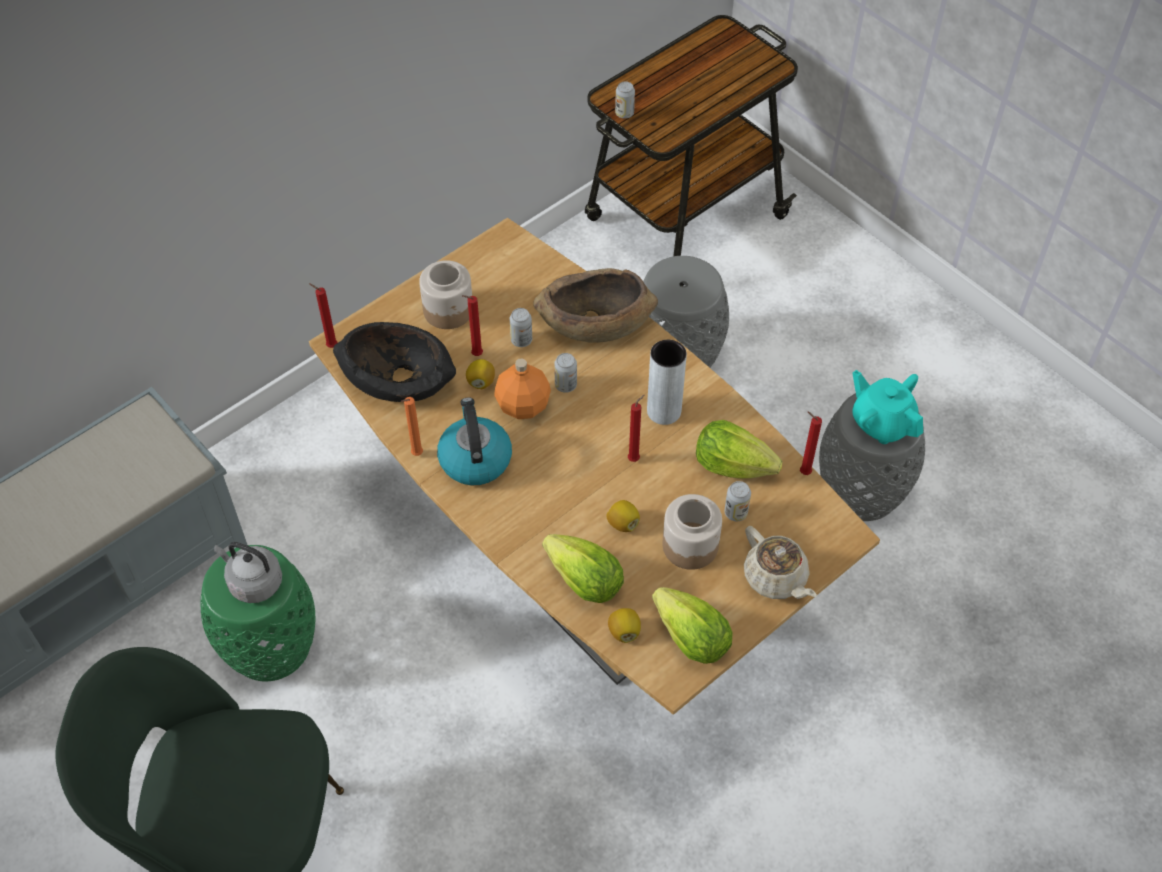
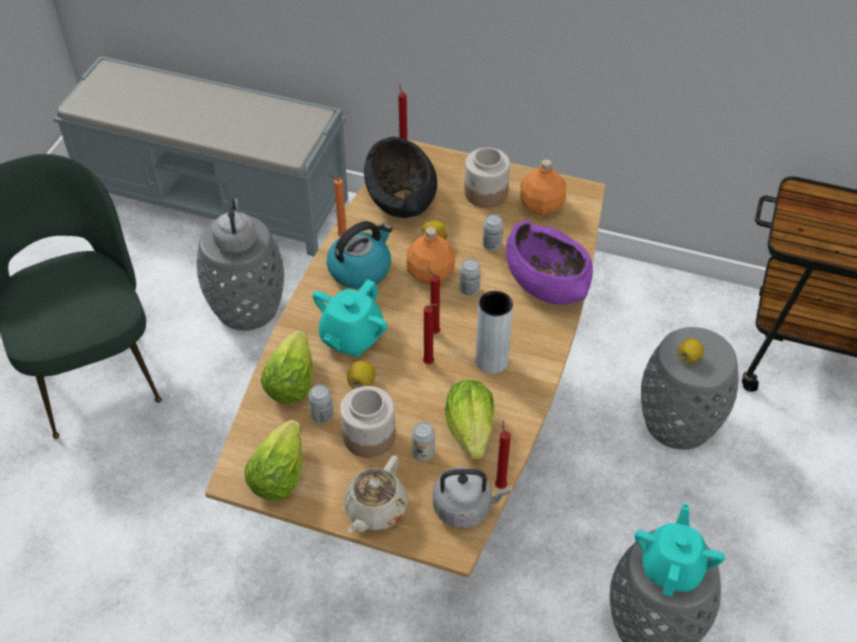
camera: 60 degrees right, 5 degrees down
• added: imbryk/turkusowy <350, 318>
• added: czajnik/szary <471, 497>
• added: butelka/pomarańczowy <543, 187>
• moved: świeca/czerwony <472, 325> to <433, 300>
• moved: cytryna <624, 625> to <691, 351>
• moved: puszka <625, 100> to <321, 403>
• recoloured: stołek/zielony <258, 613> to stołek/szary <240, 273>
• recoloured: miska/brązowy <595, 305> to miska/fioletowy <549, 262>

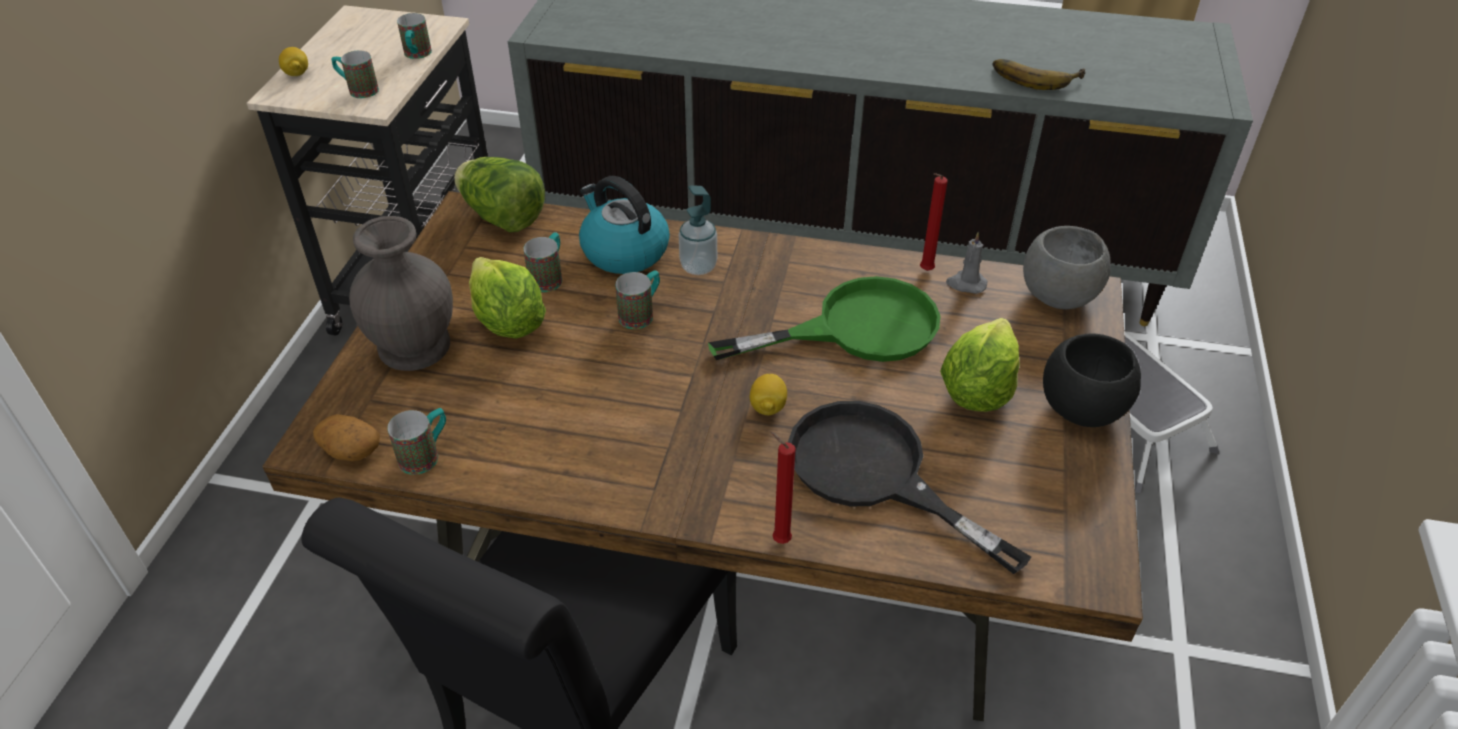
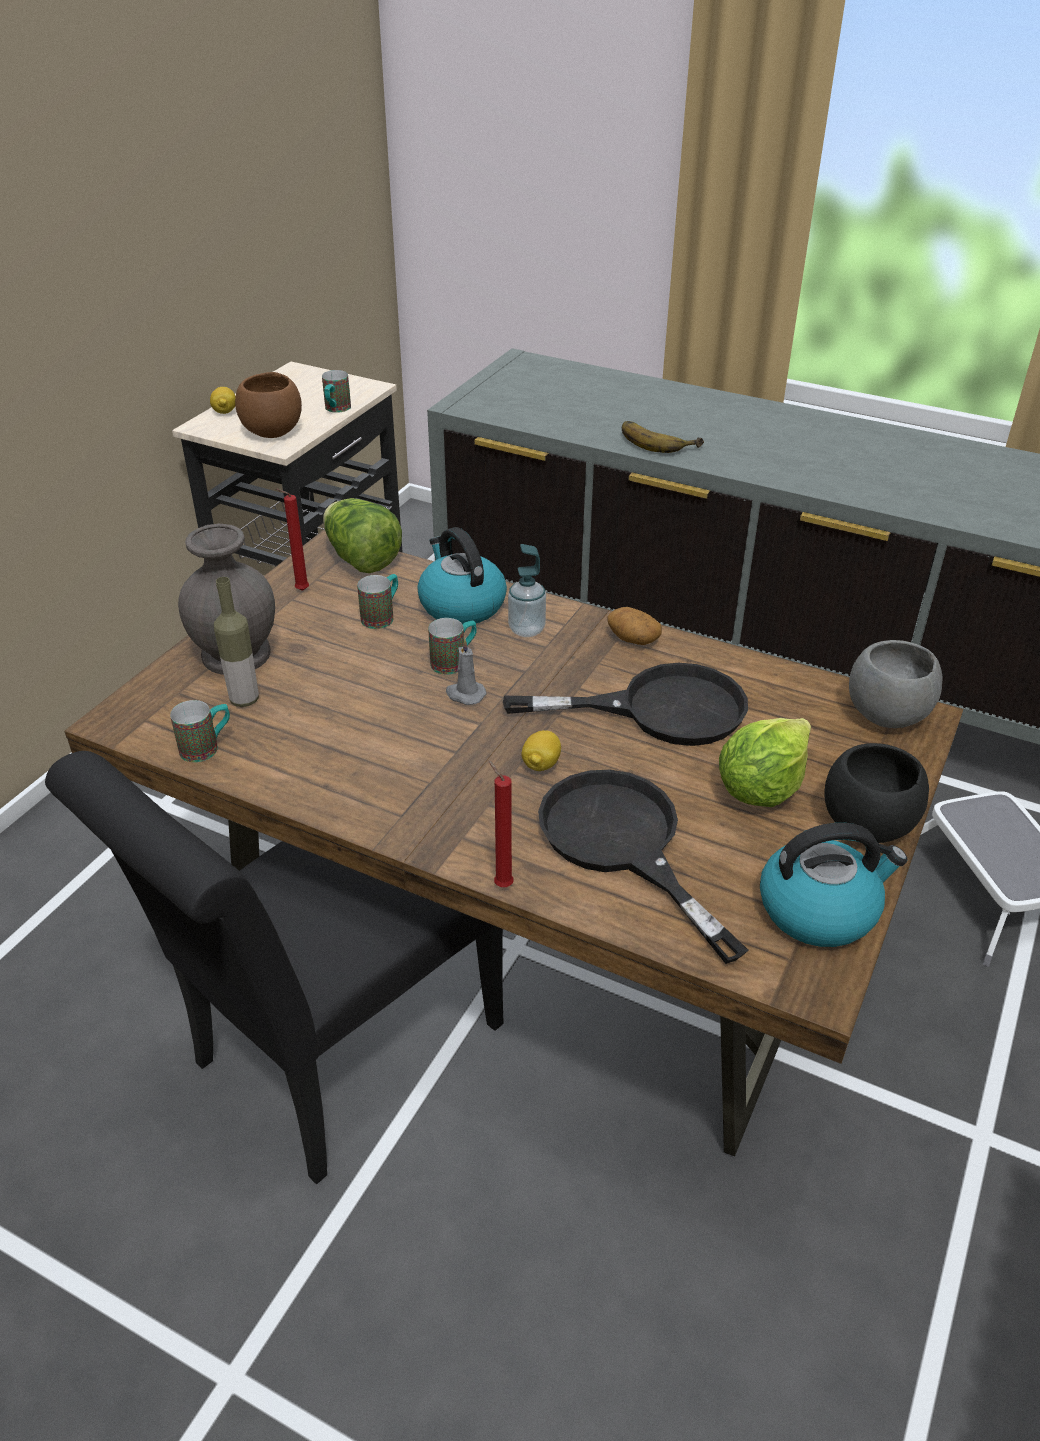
camera: 15 degrees right, 5 degrees down
• removed: sałata <507, 298>
• added: butelka <236, 642>
• added: czajnik <833, 885>
• moved: ziemniak <346, 437> to <634, 626>
• moved: świeca/czerwony <934, 222> to <292, 540>
• moved: świeca/szary <966, 263> to <466, 671>
• moved: banan <1039, 74> to <663, 437>
• replaced: kubek <355, 74> to miska/brązowy <268, 405>
• recoloured: patelnia/zielony <824, 319> to patelnia/czarny <625, 704>

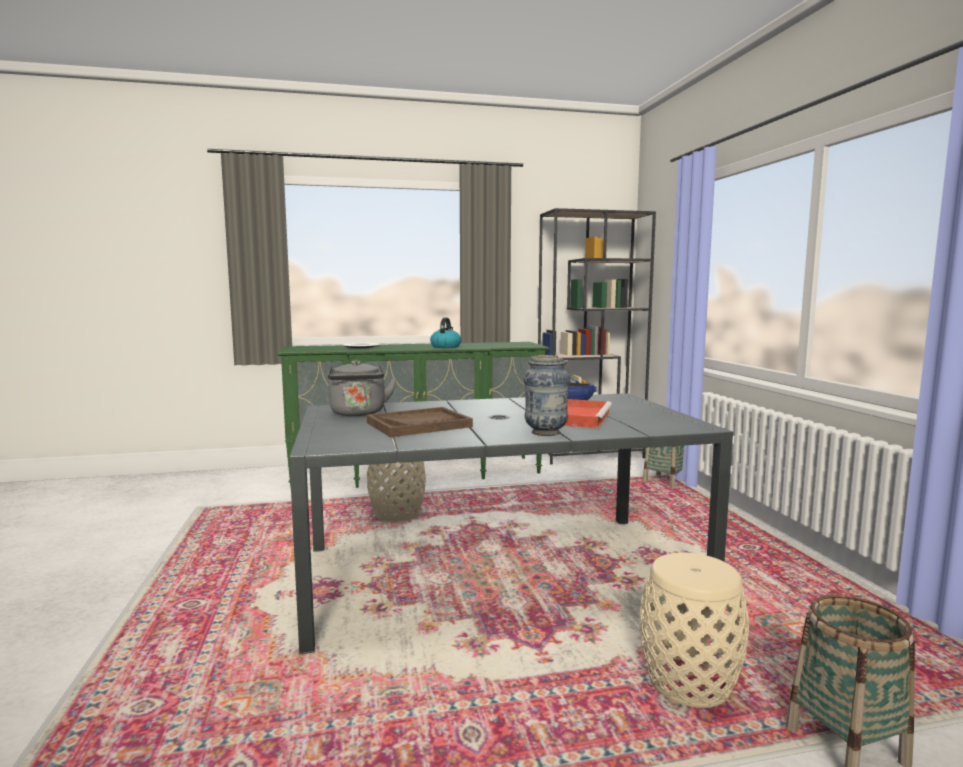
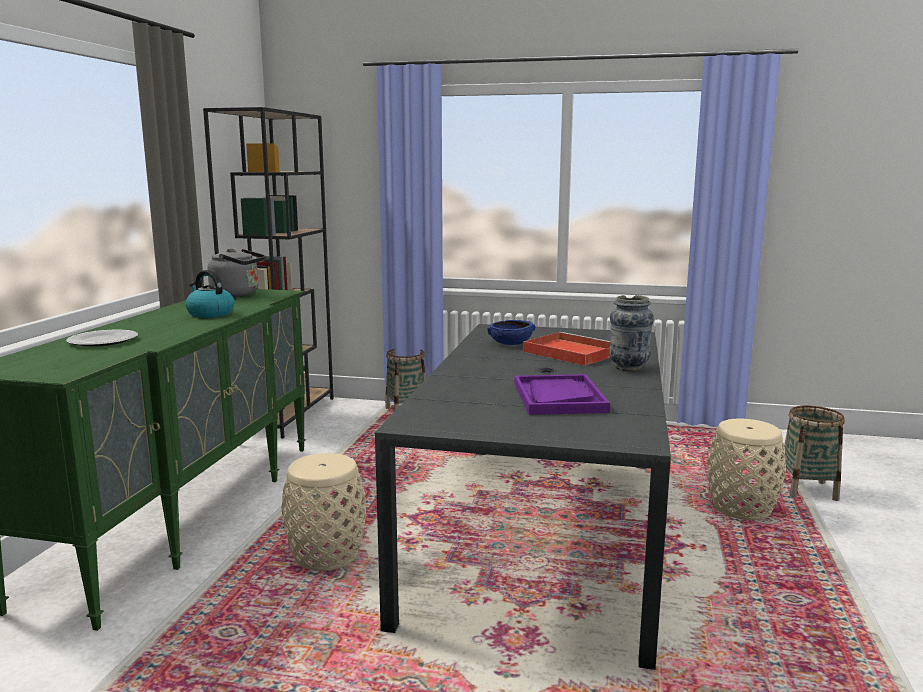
camera: 65 degrees left, 5 degrees up
• moved: czajnik/szary <362, 388> to <236, 272>
• recoloured: taca/brązowy <419, 422> to taca/fioletowy <562, 394>

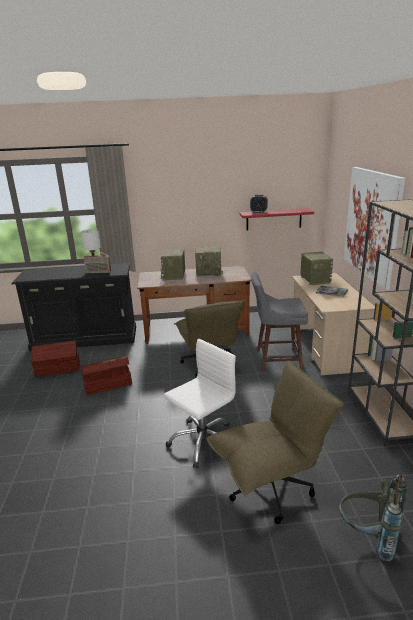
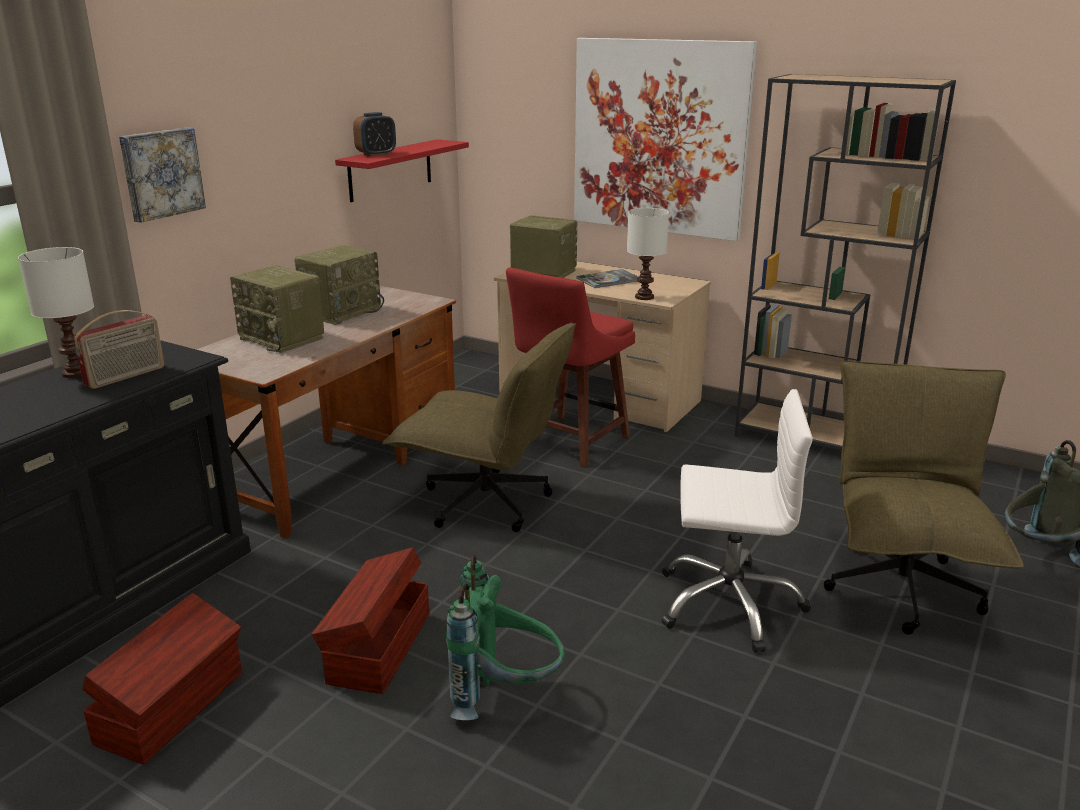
camera: 55 degrees left, 0 degrees up
• added: obraz <162, 175>
• added: plecak/zielony <505, 637>
• added: lampa stołowa/biały <648, 254>
• recoloured: stołek/szary <280, 321> to stołek/czerwony <570, 368>
• turned: krzesło biurowe/biały <200, 403> = <737, 521> 105 degrees clockwise

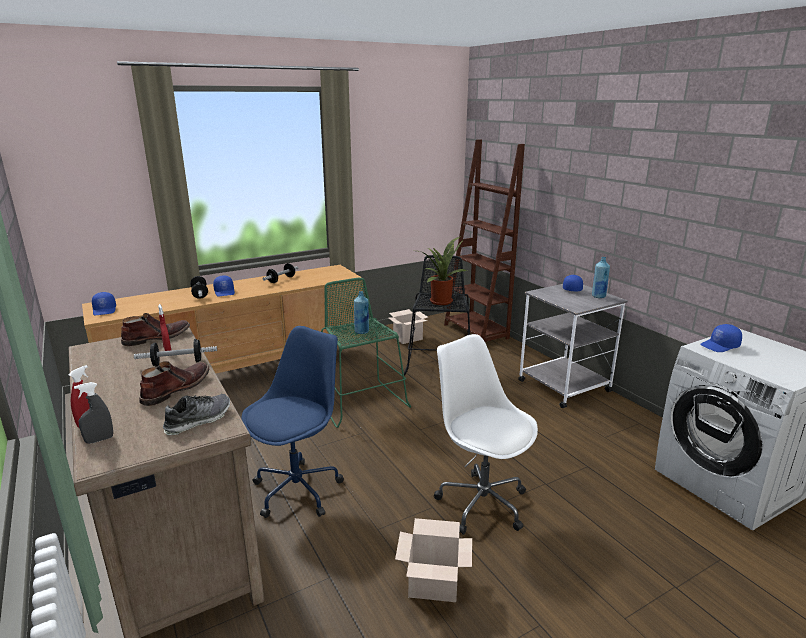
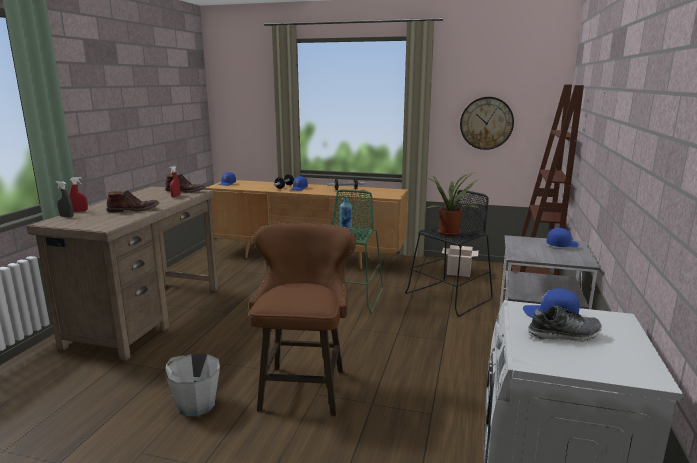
camera: 45 degrees right, 5 degrees down
• removed: hantel <175, 352>
• removed: krzesło biurowe/niebieski <293, 422>
• removed: butelka/niebieski <601, 277>
• added: zegar ścienny <487, 123>
• moved: but <196, 414> to <565, 324>
• replaced: karton <433, 560> to wiadro/szary <192, 385>
• replaced: krzesło biurowe/biały <486, 434> to stołek/brązowy <302, 319>

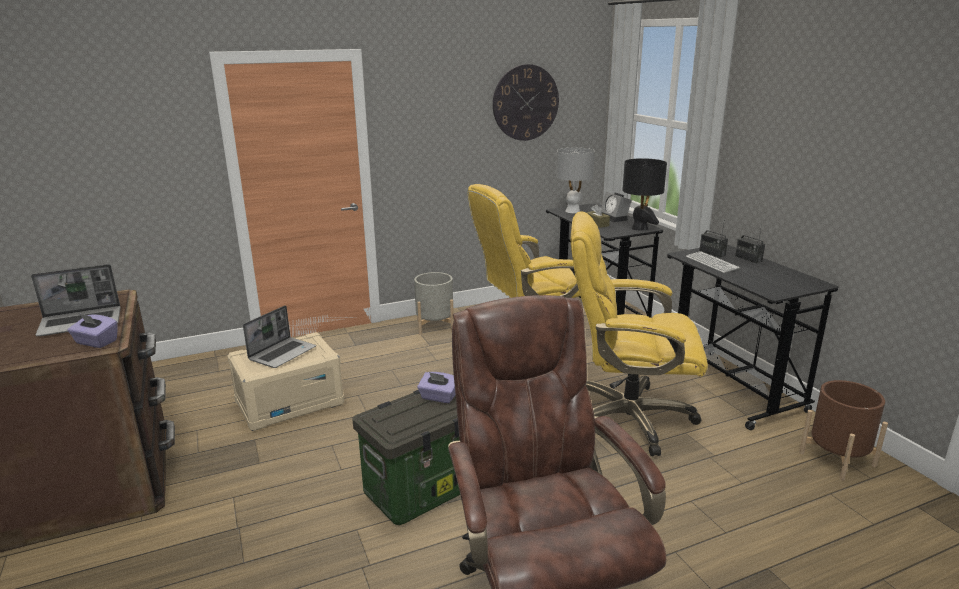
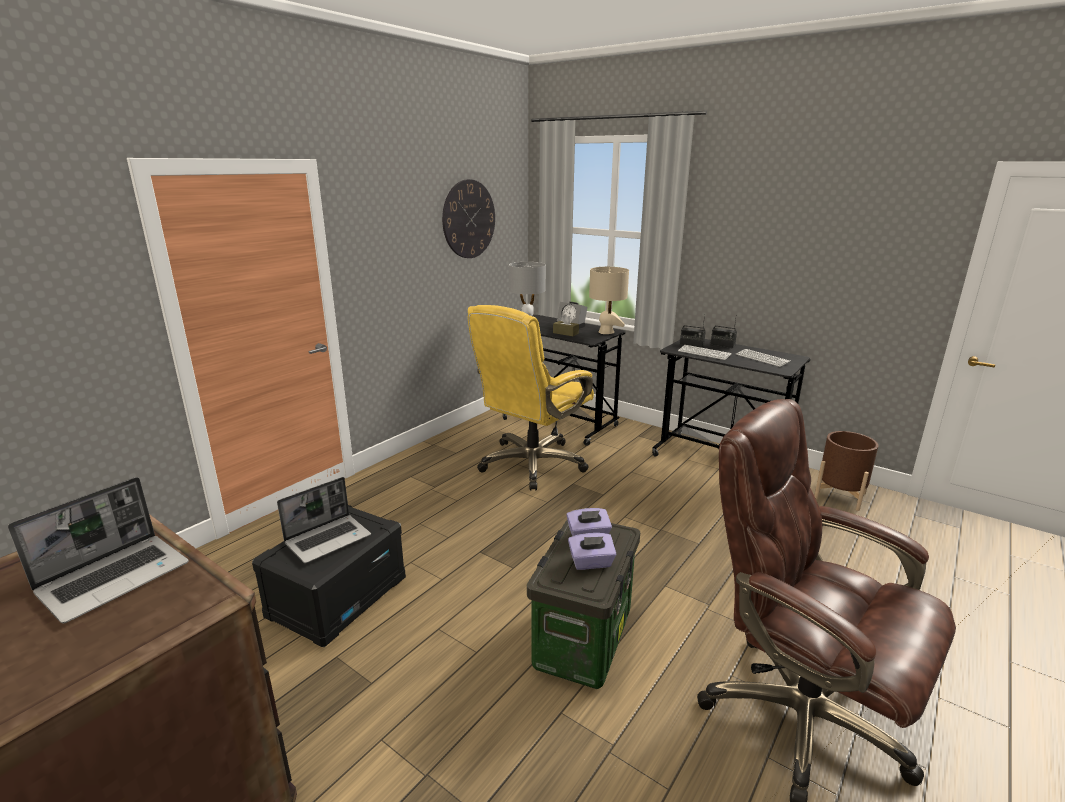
camera: 30 degrees left, 0 degrees up
• removed: donica/szary <434, 303>
• removed: krzesło biurowe/żółty <639, 333>
• added: klawiatura <763, 358>
• moved: pudełko chusteczek/fioletowy <92, 330> to <592, 551>
• recoloured: pojemnik do przechowywania/beżowy <286, 381> to pojemnik do przechowywania/czarny <329, 576>
• recoloured: lampa stołowa/czarny <644, 194> to lampa stołowa/beżowy <609, 300>
• turned: laptop <279, 336> = <324, 520> 45 degrees clockwise

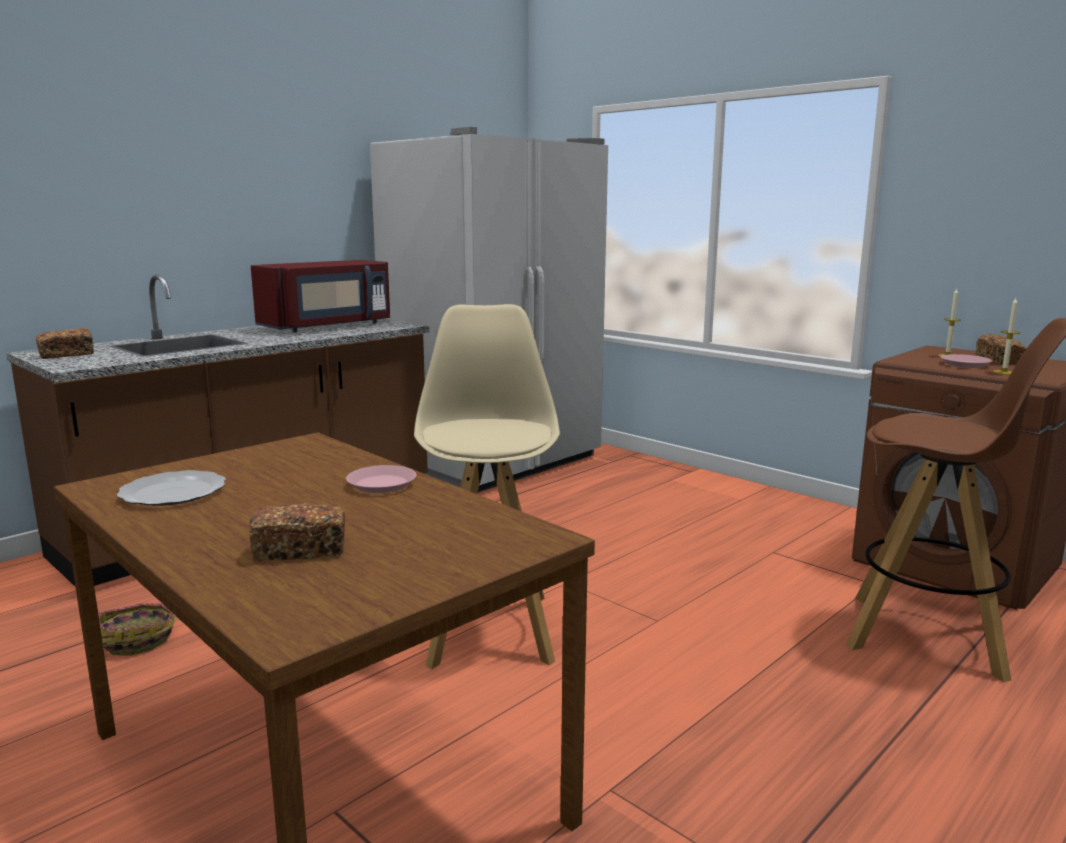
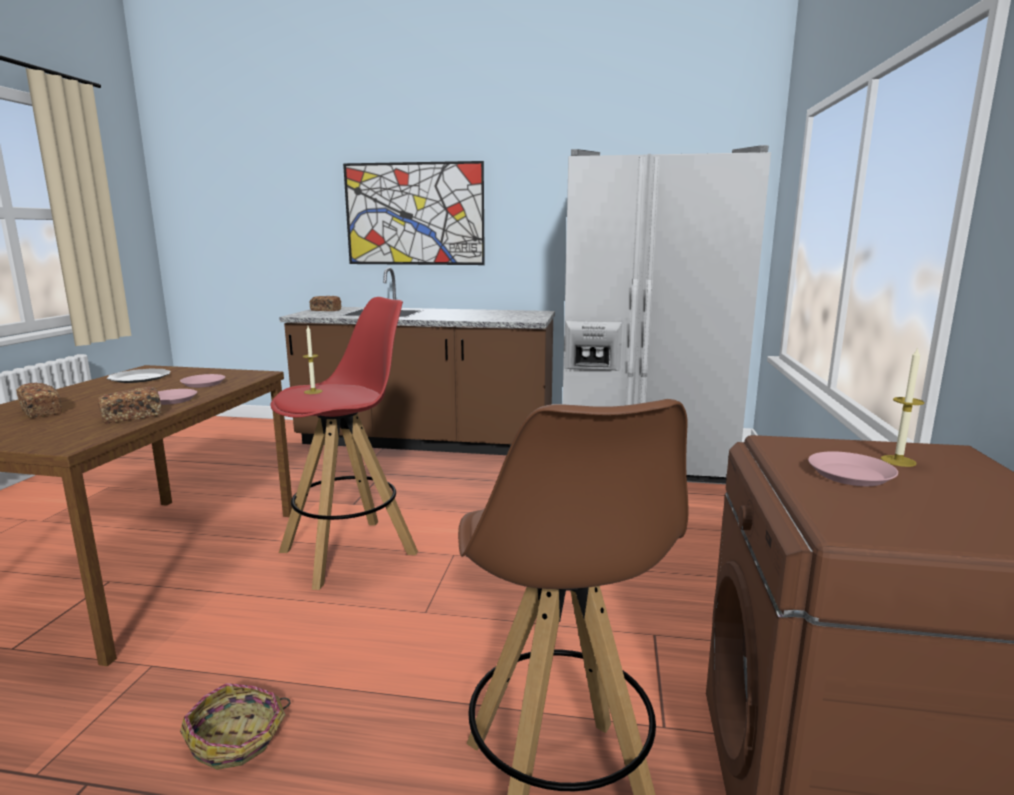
camera: 55 degrees right, 0 degrees up
• removed: mikrofalówka/czerwony <320, 296>
• added: talerz/różowy <202, 381>
• added: obraz <414, 213>
• moved: koszyk <137, 629> to <235, 726>
• moved: chleb <1001, 349> to <129, 405>
• moved: świeca <1006, 336> to <312, 360>
• recoloured: stołek/beżowy <487, 487> to stołek/czerwony <344, 443>

